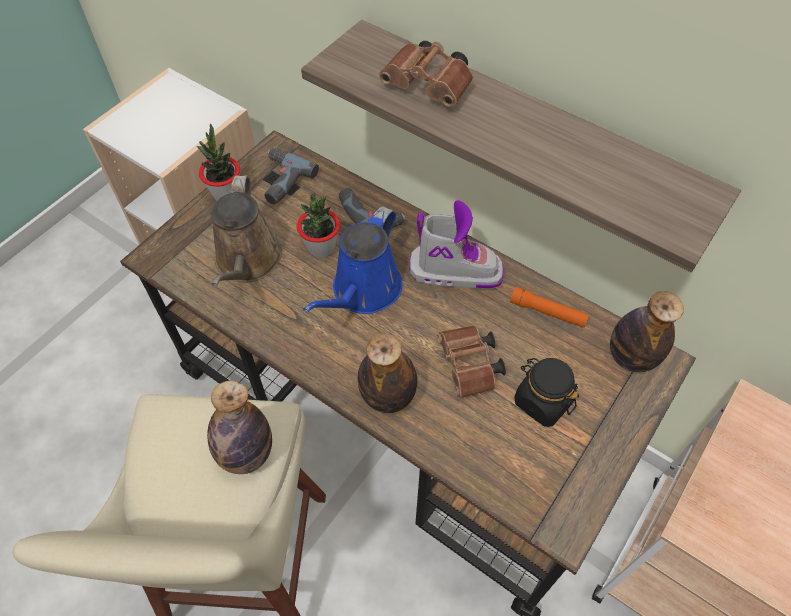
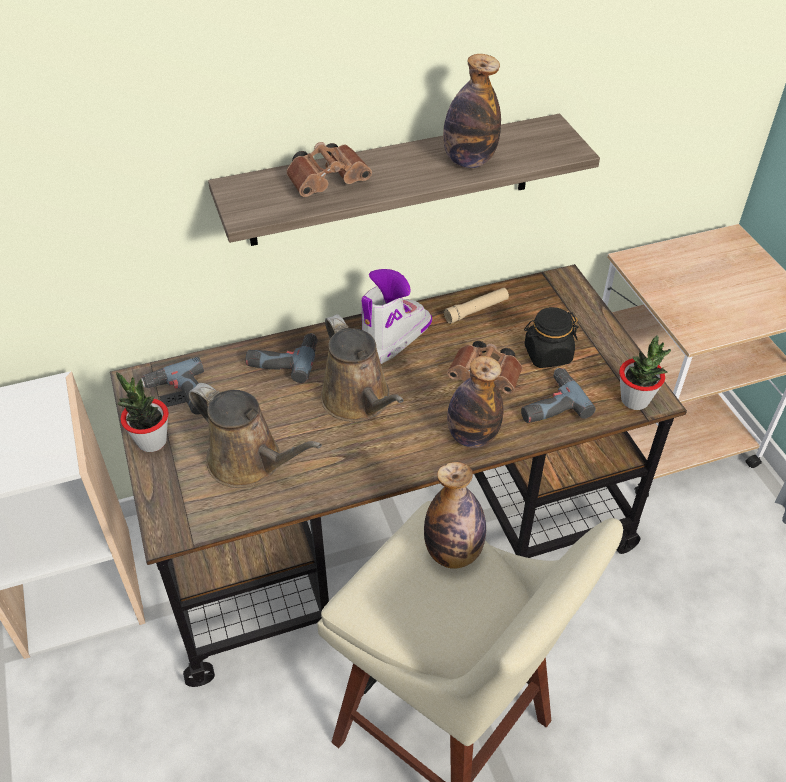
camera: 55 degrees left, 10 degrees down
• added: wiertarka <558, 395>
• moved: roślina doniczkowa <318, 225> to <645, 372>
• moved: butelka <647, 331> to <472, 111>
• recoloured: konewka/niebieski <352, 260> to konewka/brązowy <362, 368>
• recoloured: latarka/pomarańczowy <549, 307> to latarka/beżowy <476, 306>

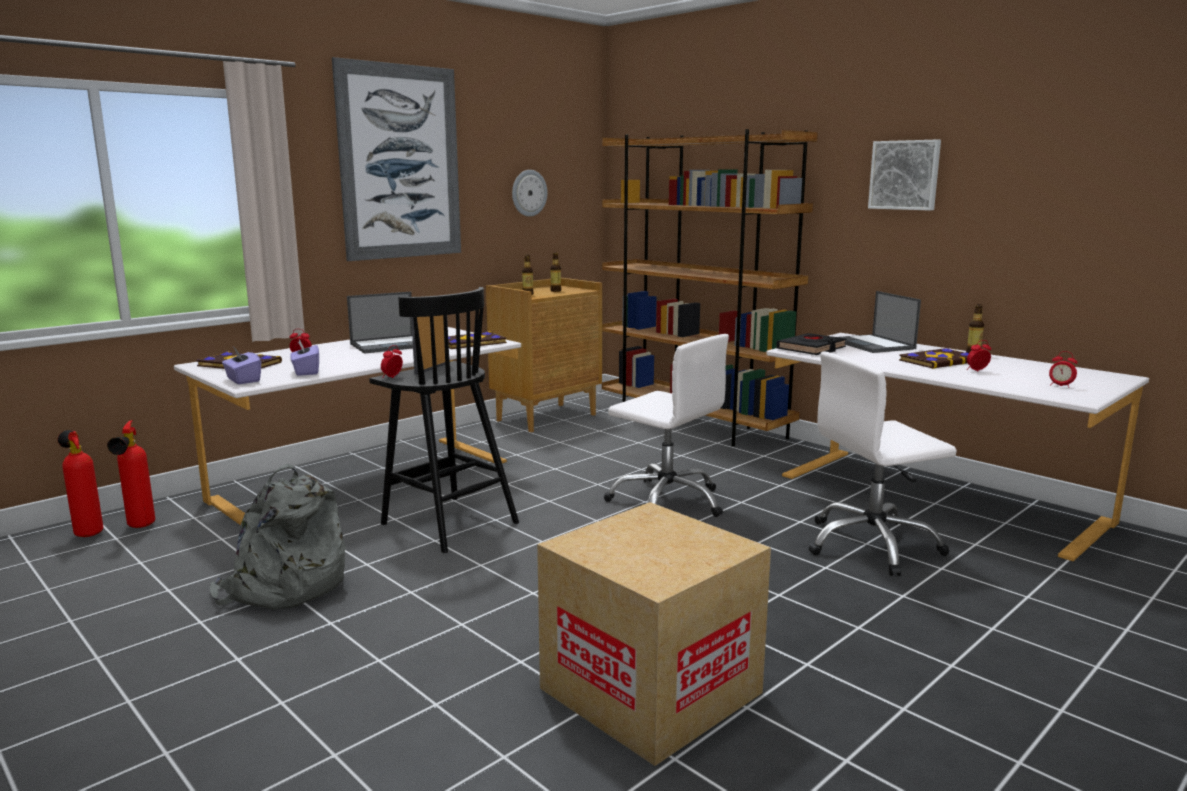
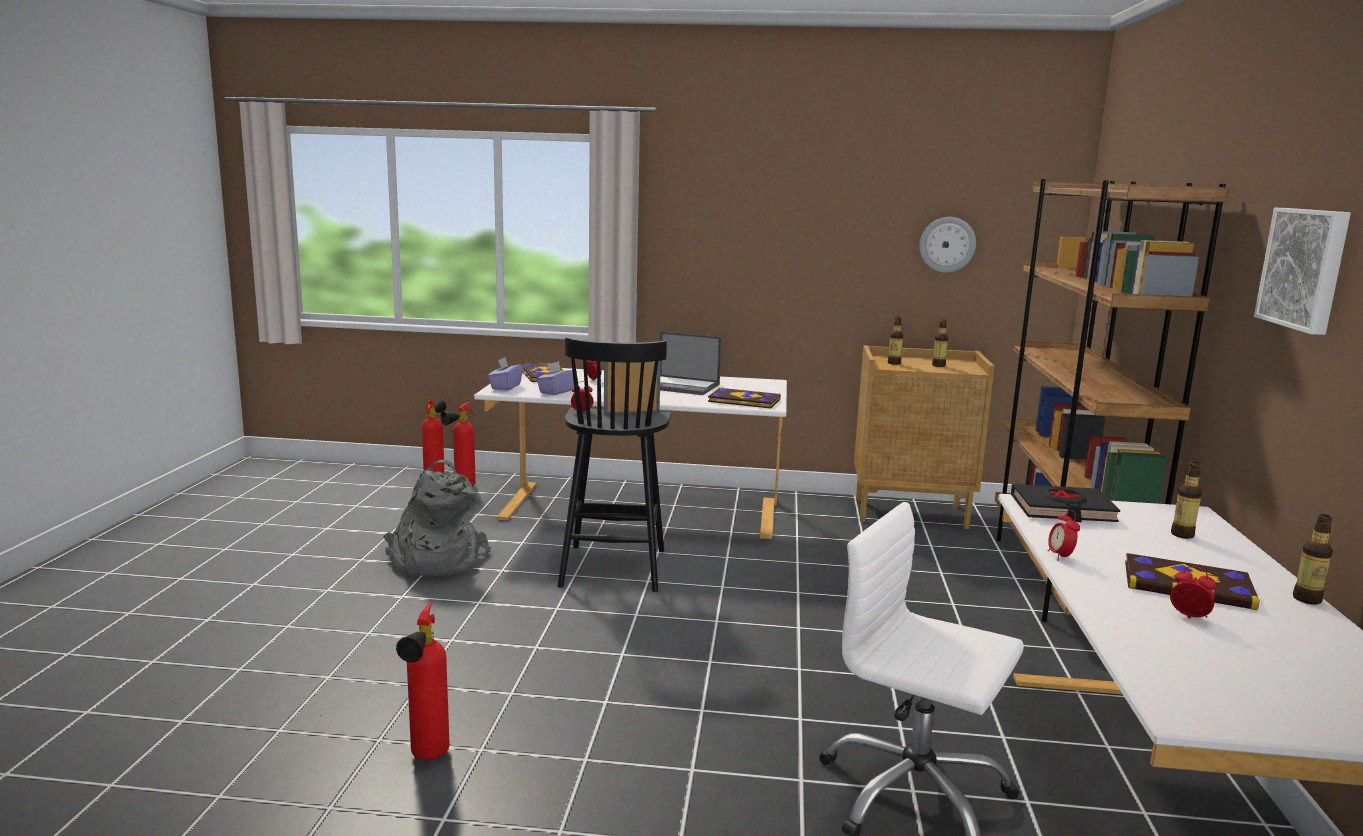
camera: 50 degrees right, 0 degrees up
• removed: obraz <396, 159>
• removed: krzesło biurowe/biały <666, 425>
• moved: budzik <1063, 369> to <1064, 535>
• replaced: karton <654, 634> to gaśnica <423, 681>
• replaced: laptop <880, 322> to butelka <1186, 500>

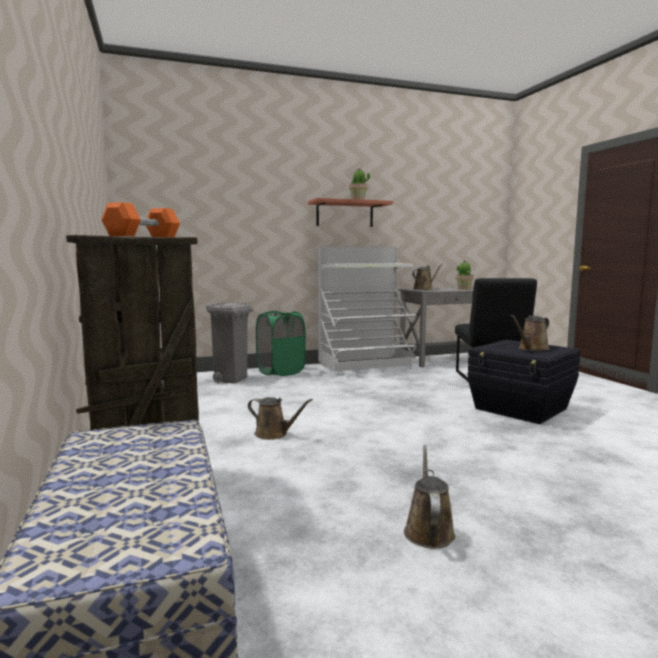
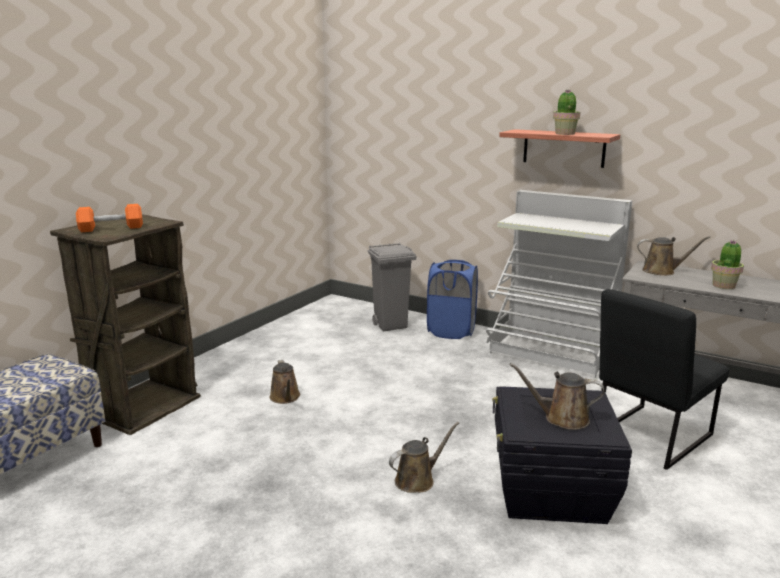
camera: 50 degrees right, 10 degrees up
• moved: konewka/brązowy <429, 497> to <424, 457>
• recoloured: kosz na pranie/zielony <281, 343> to kosz na pranie/niebieski <452, 299>

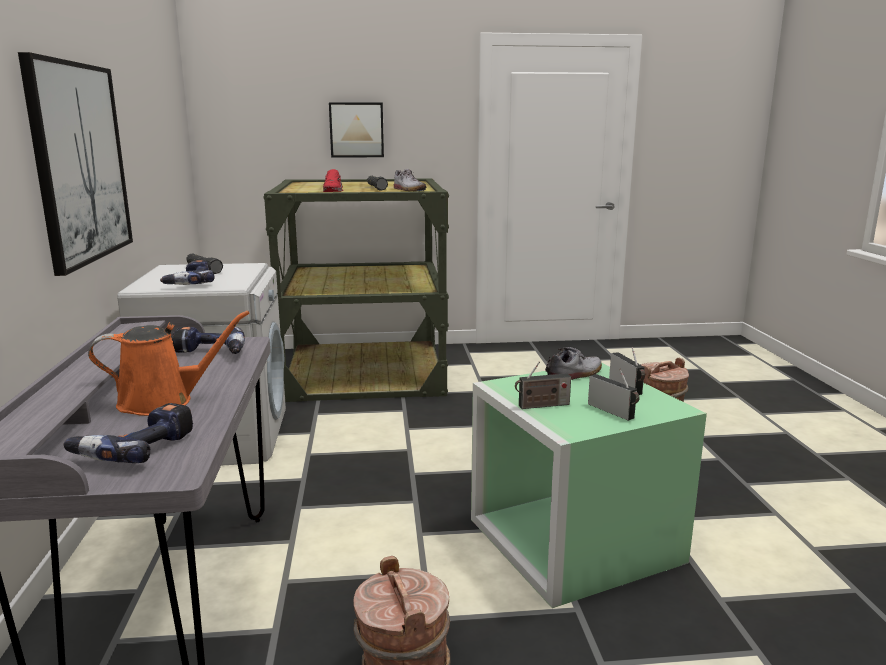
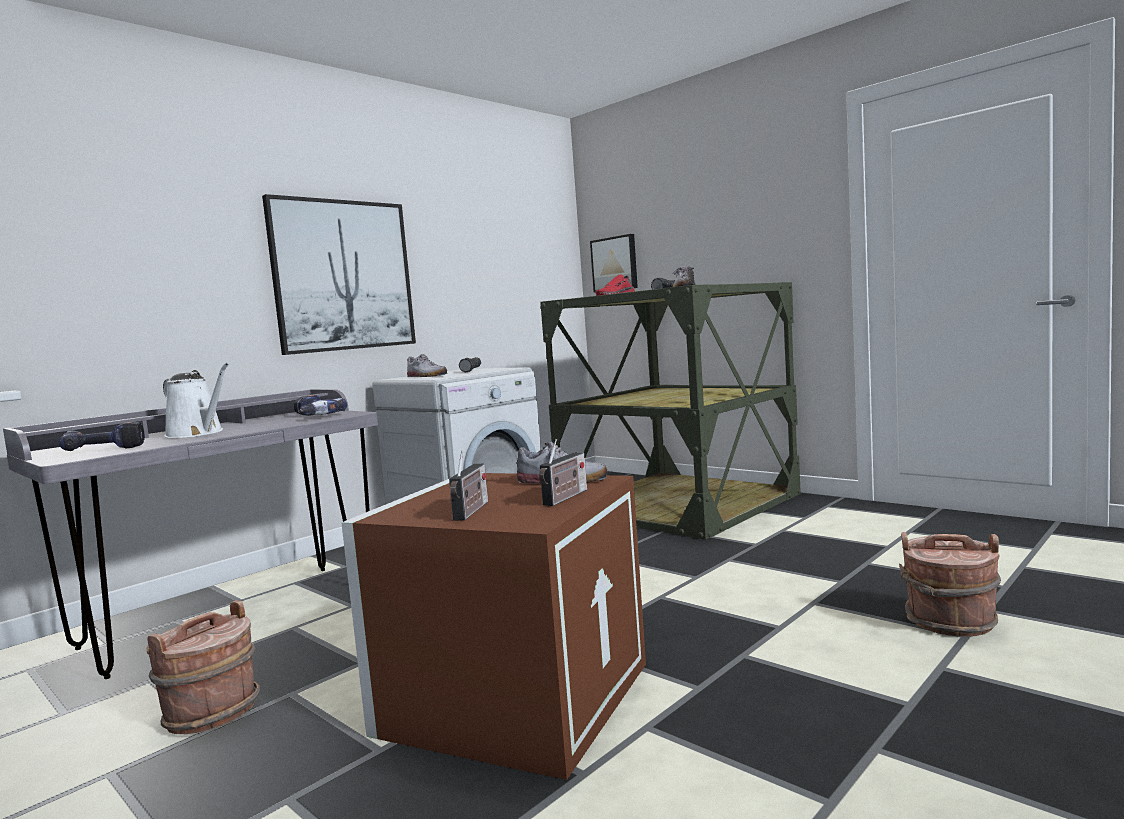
camera: 50 degrees right, 10 degrees down
• removed: radio <543, 385>
• moved: obraz <356, 130> to <614, 263>
• replaced: wiertarka <187, 272> to but <427, 365>
• recoloured: konewka/pomarańczowy <168, 363> to konewka/biały <196, 400>
• recoloured: pojemnik do przechowywania/zielony <589, 485> to pojemnik do przechowywania/brązowy <493, 626>

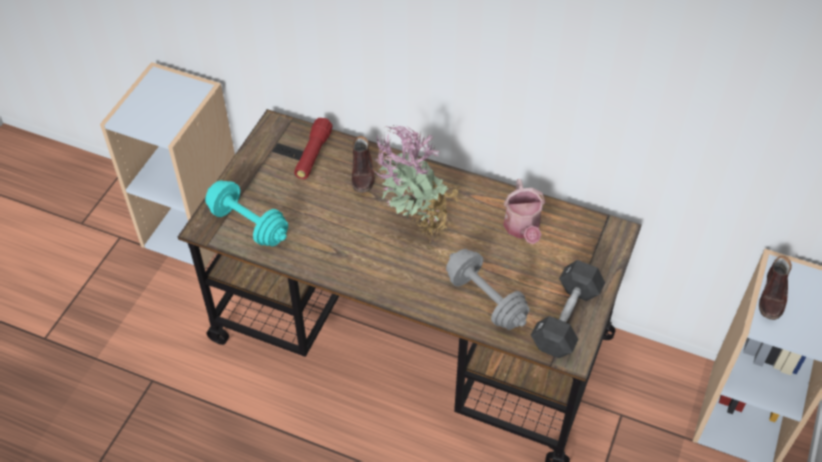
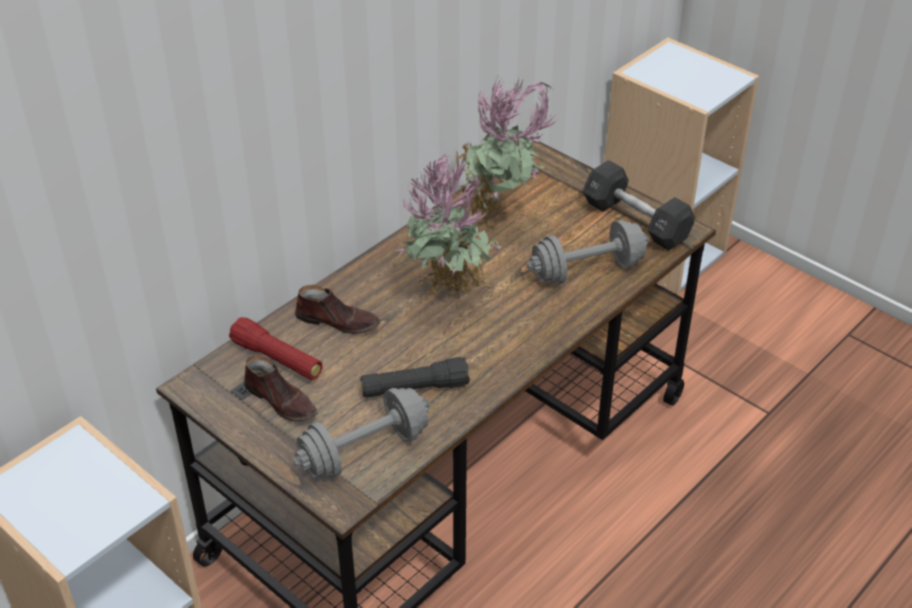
camera: 70 degrees left, 10 degrees down
• added: latarka/czarny <415, 377>
• moved: but/brązowy <775, 288> to <280, 388>
• replaced: konewka <524, 211> to roślina doniczkowa <506, 153>
• recoloured: hantel/turkusowy <246, 213> to hantel/szary <361, 433>

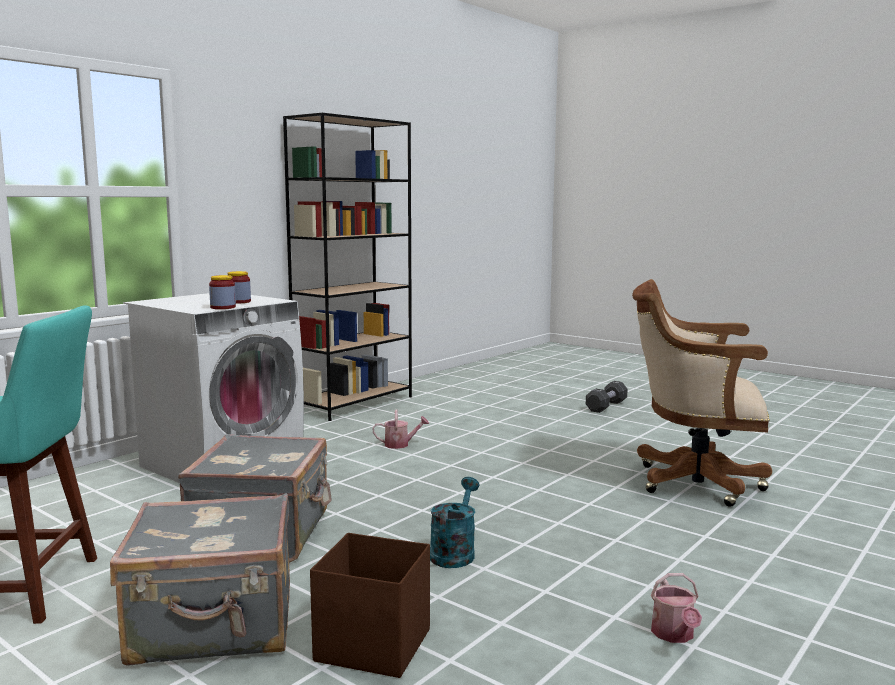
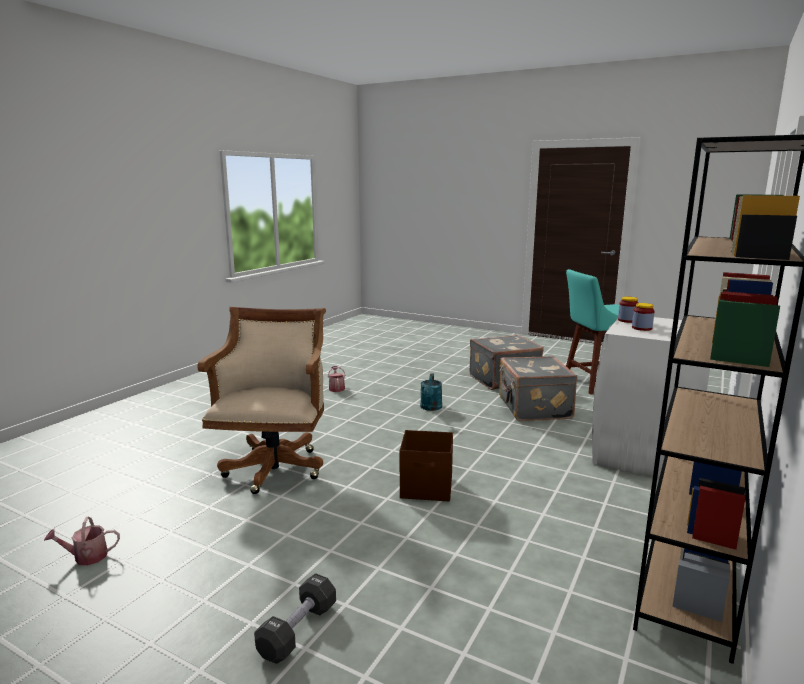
camera: 170 degrees right, 5 degrees up
• moved: pojemnik do przechowywania/brązowy <370, 605> to <426, 465>
• moved: konewka <400, 429> to <82, 541>
• turned: krzesło biurowe <702, 393> = <261, 400> 90 degrees counterclockwise

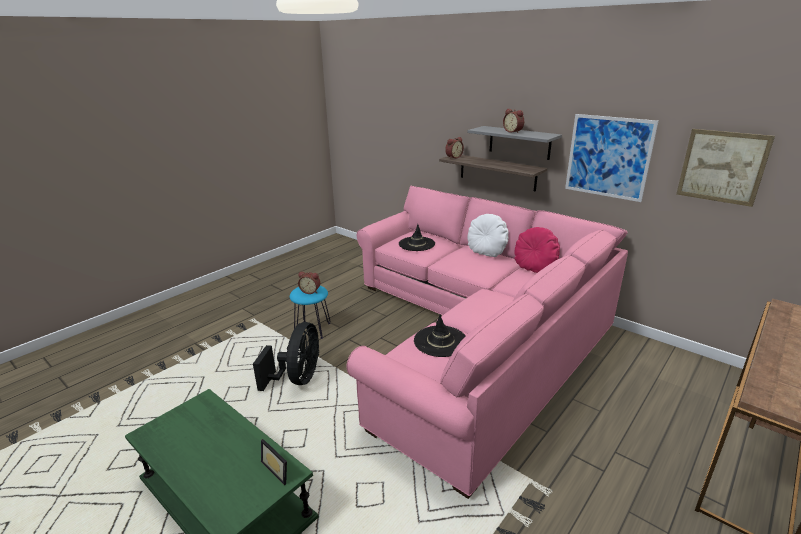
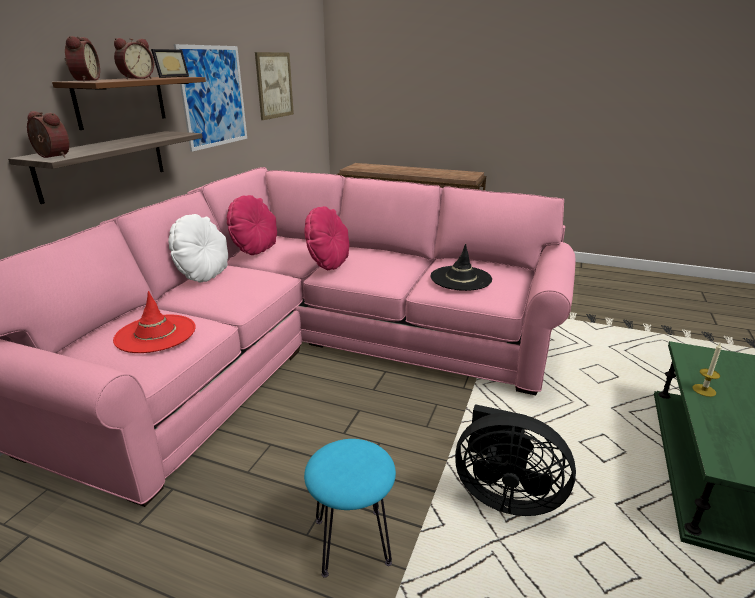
camera: 110 degrees left, 0 degrees up
• added: poduszka/różowy <326, 238>
• added: świeca <707, 369>
• moved: ramka na zdjęcie <274, 462> to <170, 63>
• moved: budzik <309, 283> to <82, 58>
• recoloured: kapelusz/czarny <417, 237> to kapelusz/czerwony <154, 322>
• recoloured: półka/szary <514, 143> to półka/brązowy <129, 103>
• turned: wentylator/czarny <286, 356> = <515, 460> 150 degrees counterclockwise

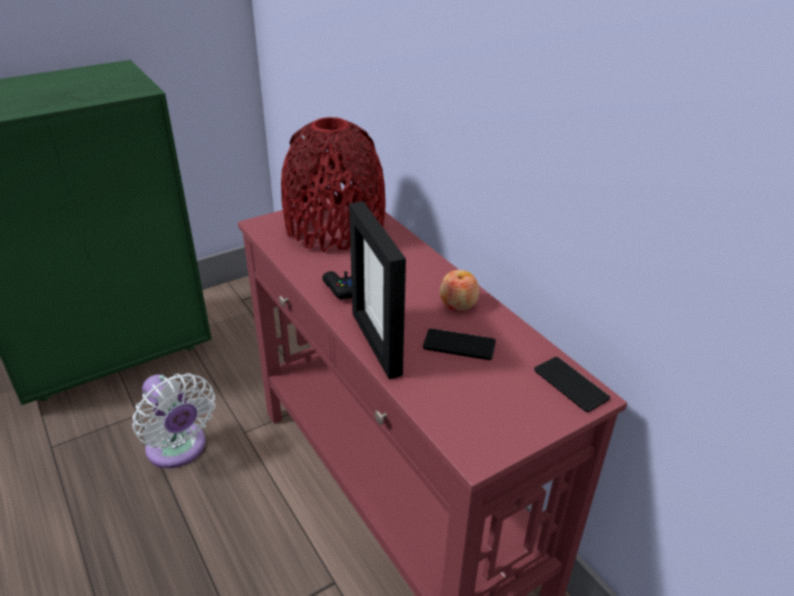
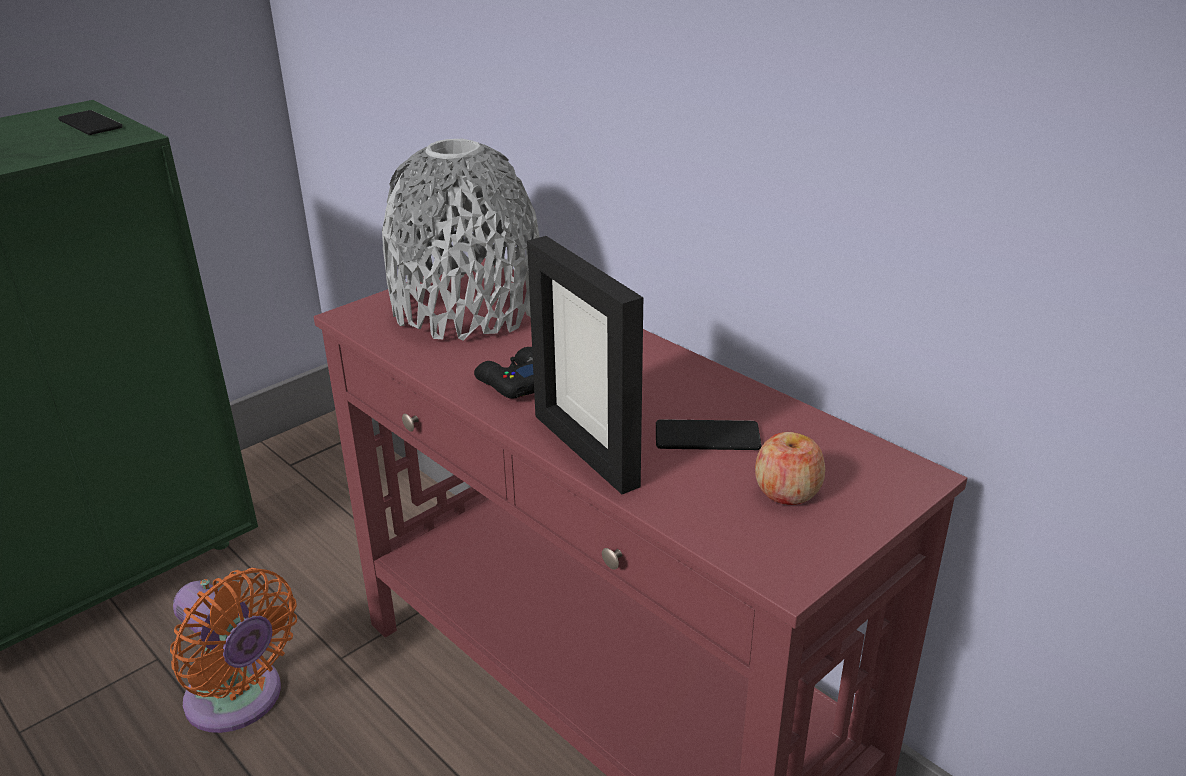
camera: 10 degrees left, 5 degrees down
• moved: jabłko <459, 290> to <790, 468>
• moved: telefon <572, 384> to <90, 122>
• recoloured: wentylator/biały <173, 420> to wentylator/pomarańczowy <233, 650>
• recoloured: wazon/czerwony <333, 184> to wazon/szary <461, 240>

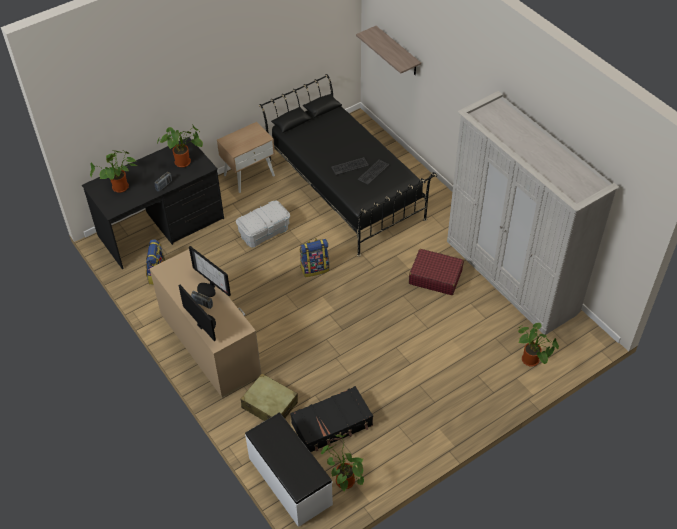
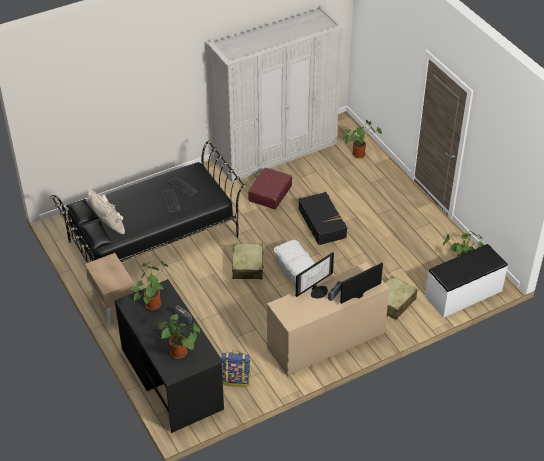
camera: 85 degrees left, 5 degrees down
• removed: półka <388, 50>
• added: poduszka/beżowy <106, 212>
• moved: pojemnik do przechowywania/biały <263, 224> to <294, 263>
• moved: walizka/czarny <331, 419> to <322, 218>
• replaced: plecak <314, 257> to walizka/beżowy <248, 261>

